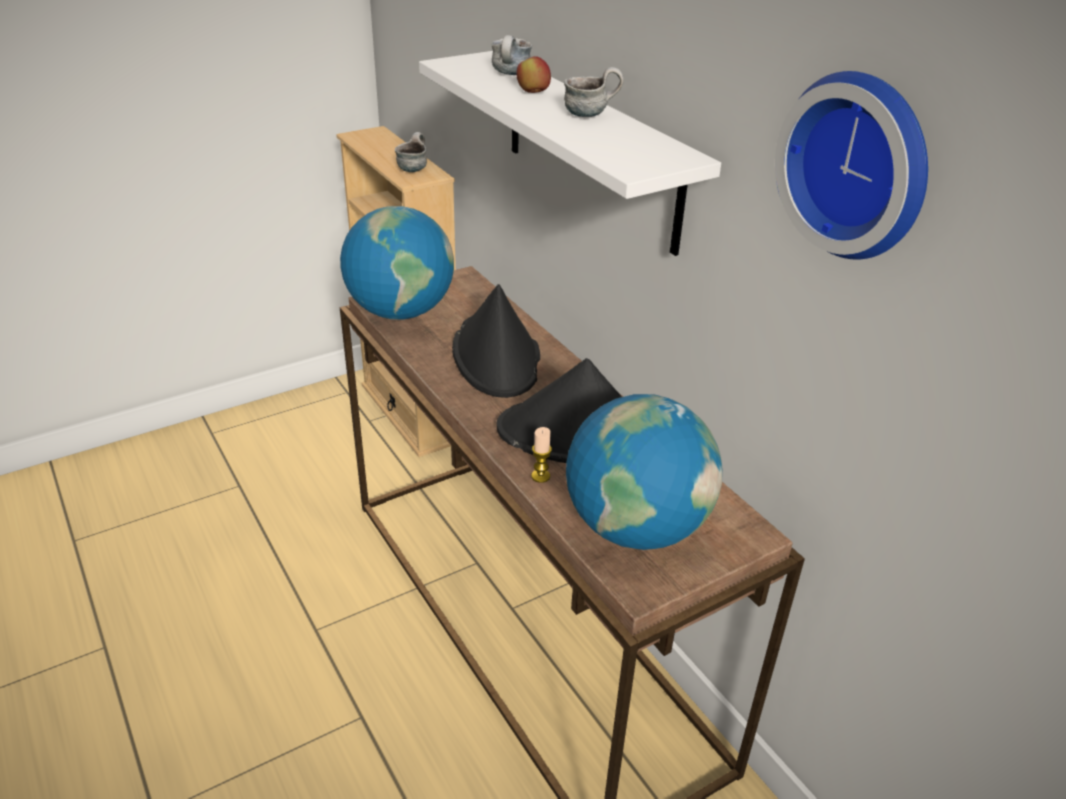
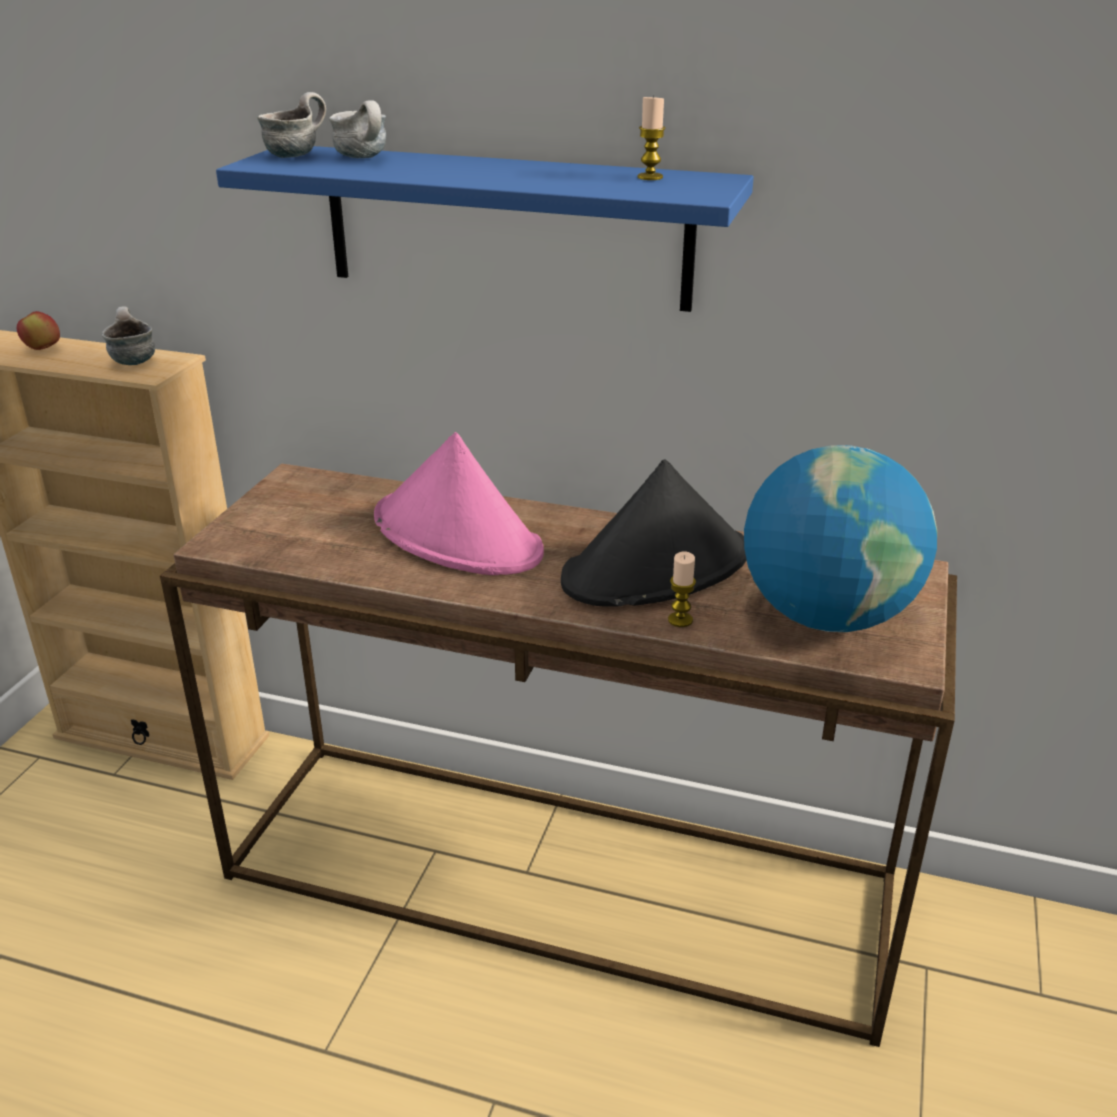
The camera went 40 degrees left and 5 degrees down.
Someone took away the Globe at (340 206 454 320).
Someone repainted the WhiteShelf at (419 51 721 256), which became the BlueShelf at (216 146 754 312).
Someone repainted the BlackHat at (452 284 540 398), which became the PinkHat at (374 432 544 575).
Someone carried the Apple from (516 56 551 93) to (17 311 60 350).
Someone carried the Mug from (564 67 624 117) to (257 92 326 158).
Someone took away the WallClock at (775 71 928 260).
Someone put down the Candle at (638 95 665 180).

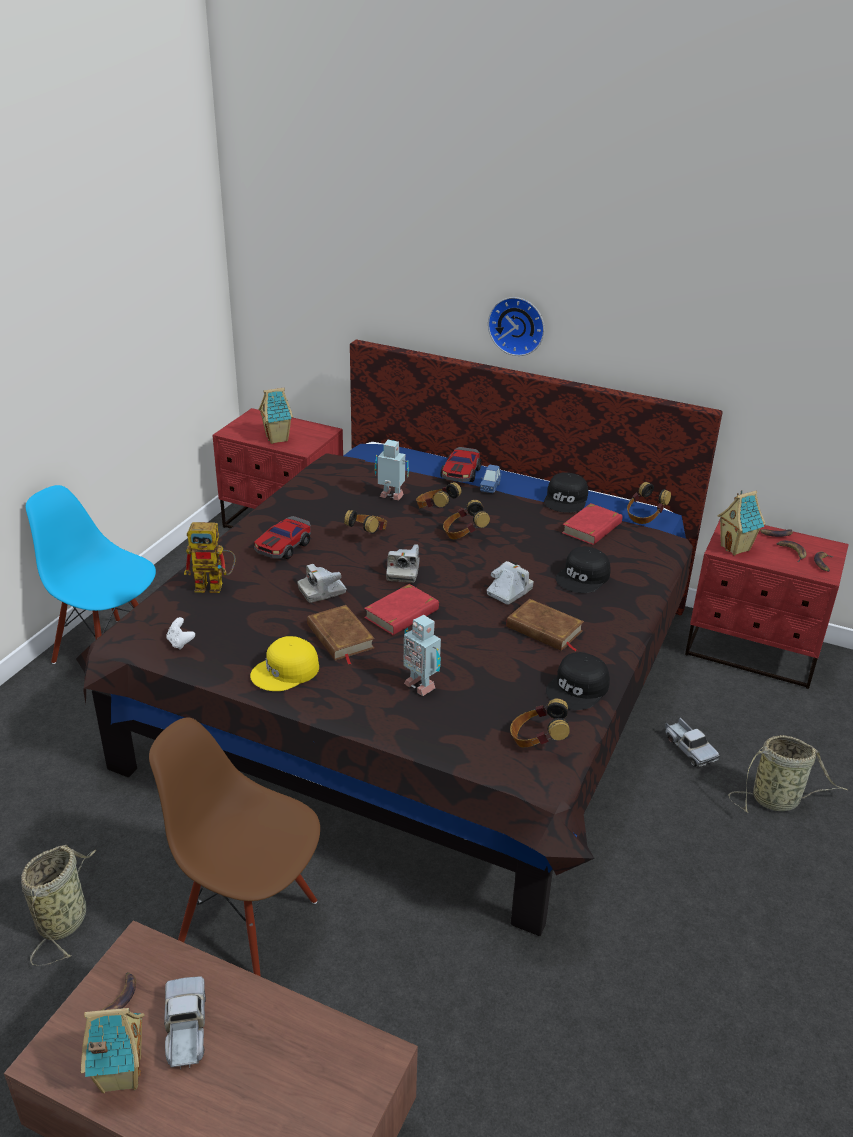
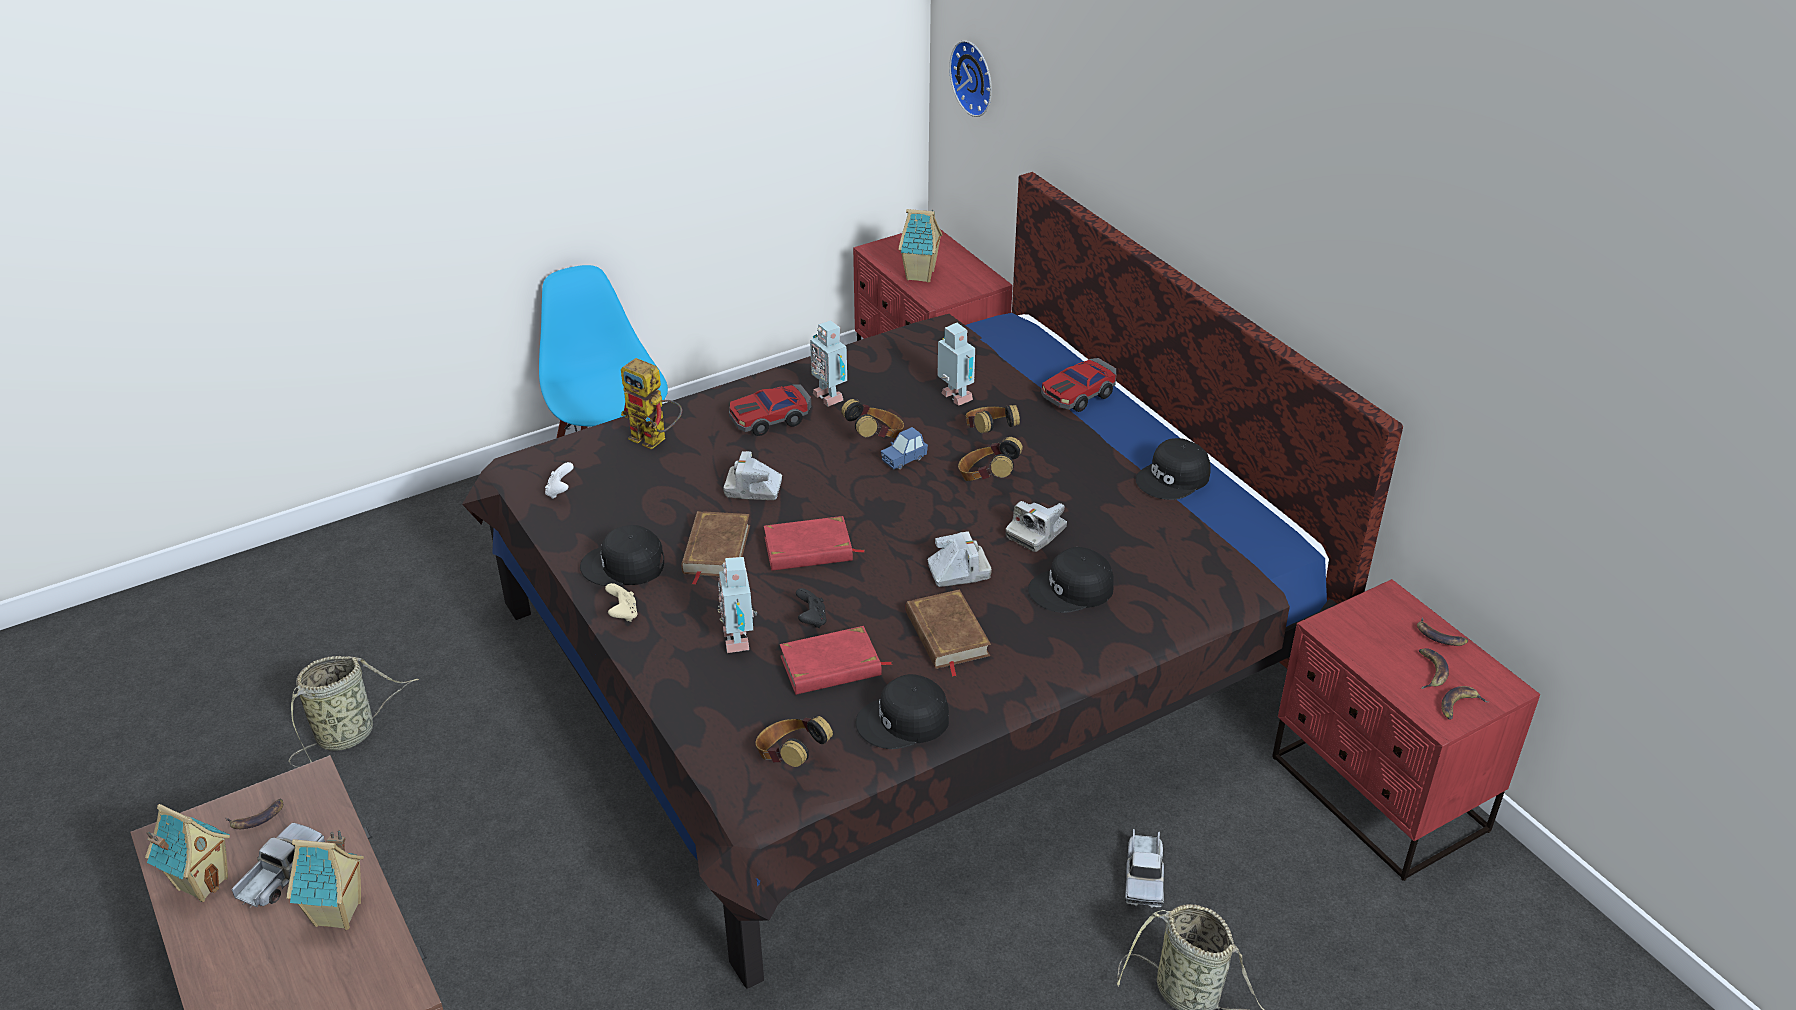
The camera went 35 degrees right and 5 degrees up.
Someone took away the BrownChair at (149 717 320 977).
Someone repainted the YellowCap at (250 636 319 691), which became the BlackCap at (580 525 664 586).
Someone carried the PhotoCamera from (386 544 420 583) to (1006 501 1067 552).
Someone carried the BlueToyCar from (480 464 501 493) to (881 427 928 469).
Someone carried the WallClock from (488 297 545 356) to (949 40 992 117).
Someone carried the RedBook from (562 503 622 545) to (780 626 893 695).
Someone took away the Headphones at (627 482 671 524).
Someone carried the ToyHouse from (717 490 765 555) to (287 830 364 930).
Someone put down the BeigeGameController at (605 583 638 622).
Someone put down the BlackGameController at (796 588 827 628).
Someone put down the ToyRobot at (810 320 847 407).

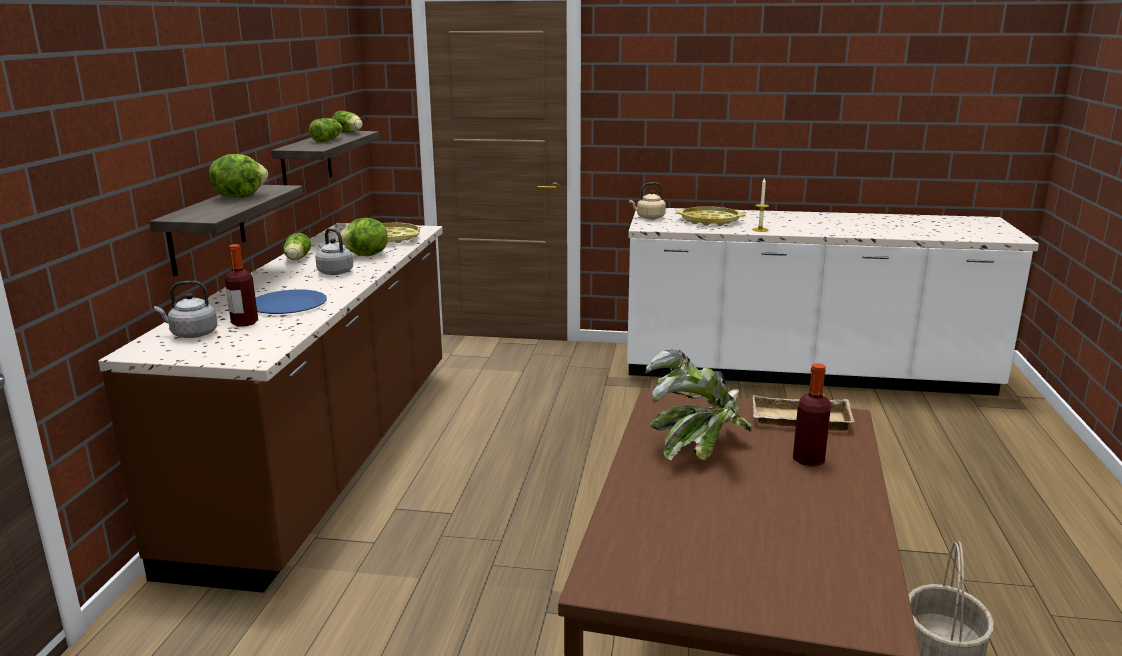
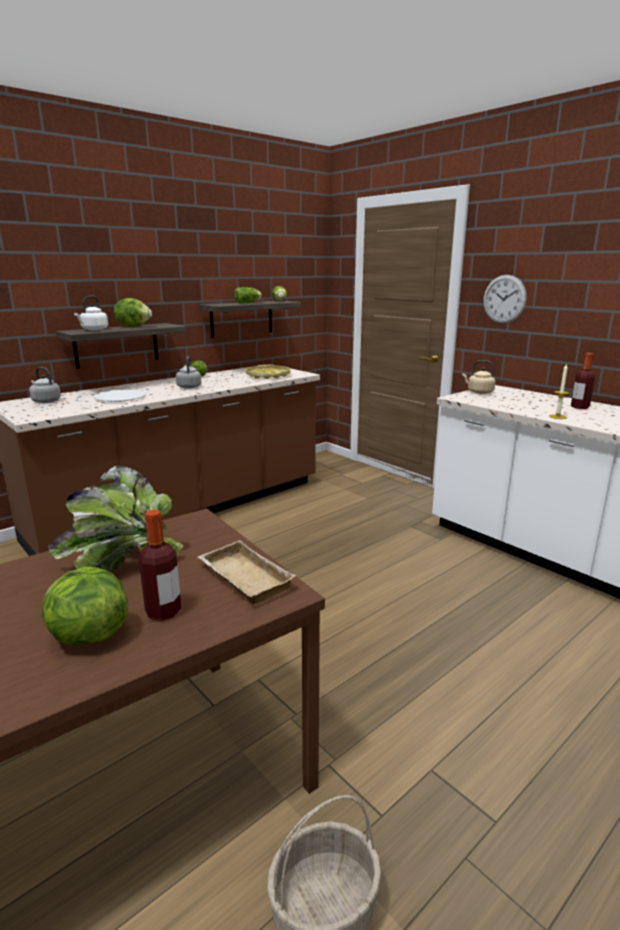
The camera went 40 degrees right and 0 degrees up.
Someone carried the Bottle from (225 244 258 326) to (571 353 595 409).
Someone repainted the BluePlate at (256 289 327 314), which became the WhitePlate at (94 390 146 402).
Someone carried the Lettuce from (338 218 388 256) to (42 567 128 645).
Someone took away the YellowTray at (676 206 745 226).
Someone put down the WhiteKettle at (74 296 108 330).
Someone put up the WallClock at (483 275 527 324).

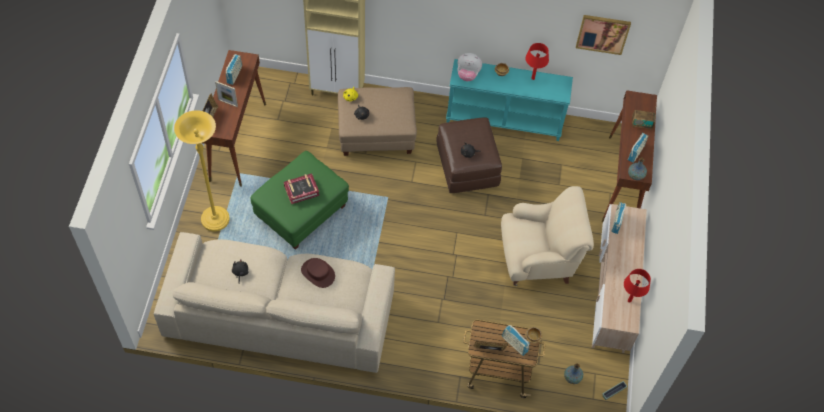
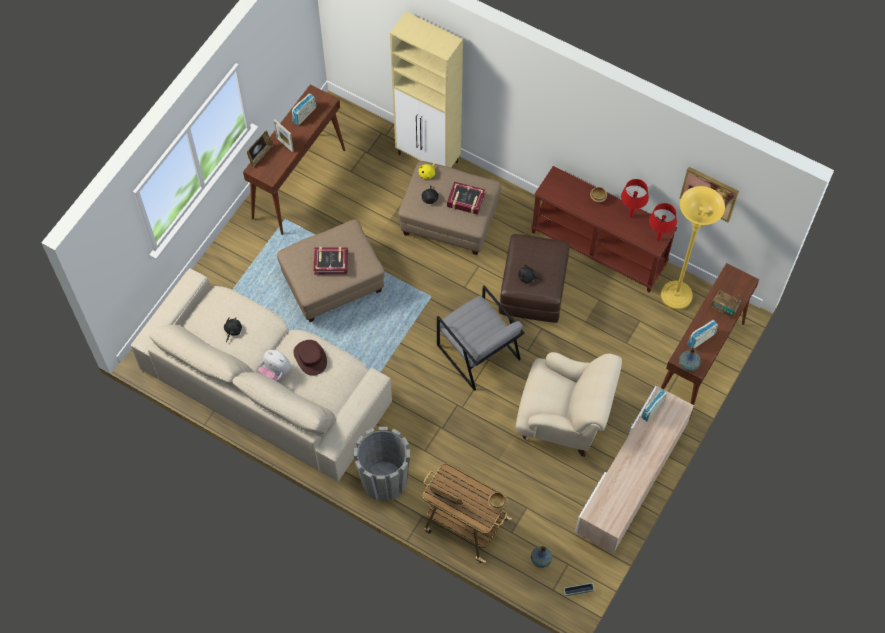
The camera went 25 degrees right and 5 degrees up.
Someone carried the YellowFloorLamp from (174 110 230 231) to (661 186 725 310).
Someone repainted the GreenOttoman at (250 151 349 250), which became the BeigeOttoman at (277 219 385 322).
Someone repainted the TurquoiseConsoleTable at (446 59 573 141), which became the BrownConsoleTable at (531 166 677 293).
Someone carried the PlushToy from (457 53 482 81) to (258 350 291 381).
Someone took away the Radio at (502 325 529 356).
Someone carried the RedTableLamp from (624 269 651 303) to (649 203 677 241).
Someone put down the GreyPlanter at (354 427 410 502).
Someone put down the GreyArmchair at (437 285 525 391).
Someone put down the Book at (447 182 485 215).

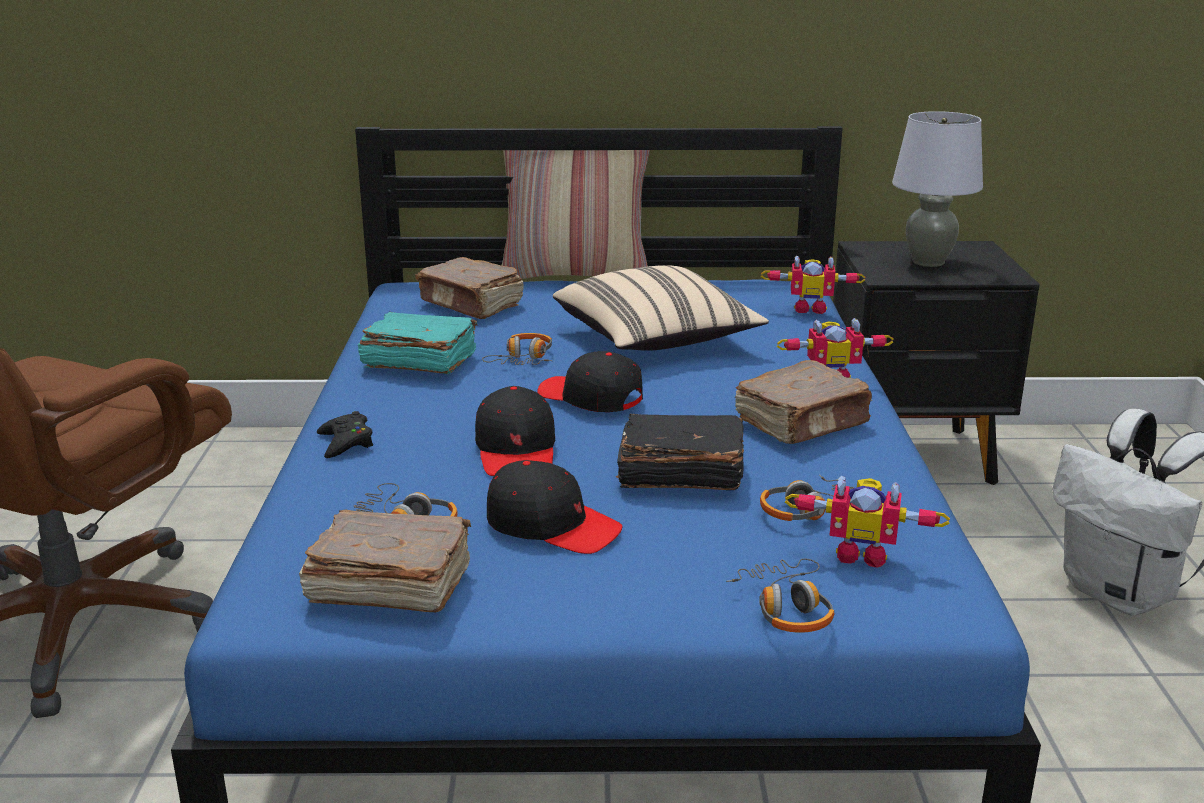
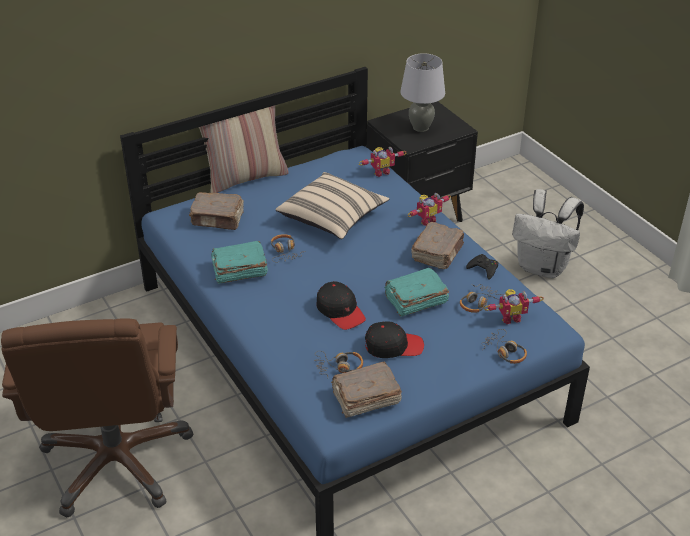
The camera went 30 degrees left and 15 degrees up.
Someone carried the BlackGameController from (317 411 373 458) to (466 254 498 280).
Someone took away the BlackCap at (537 351 643 412).
Someone repainted the BlackBook at (616 414 744 490), which became the TurquoiseBook at (384 268 449 317).

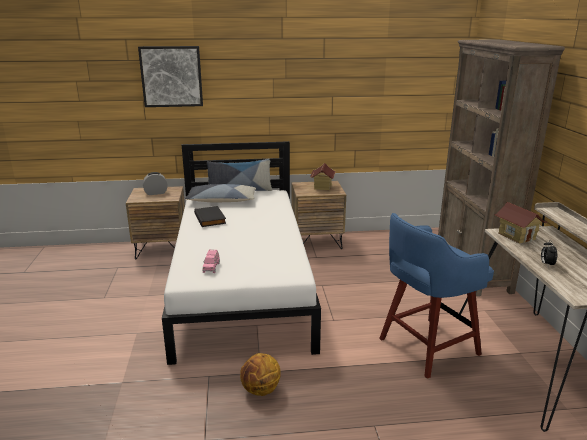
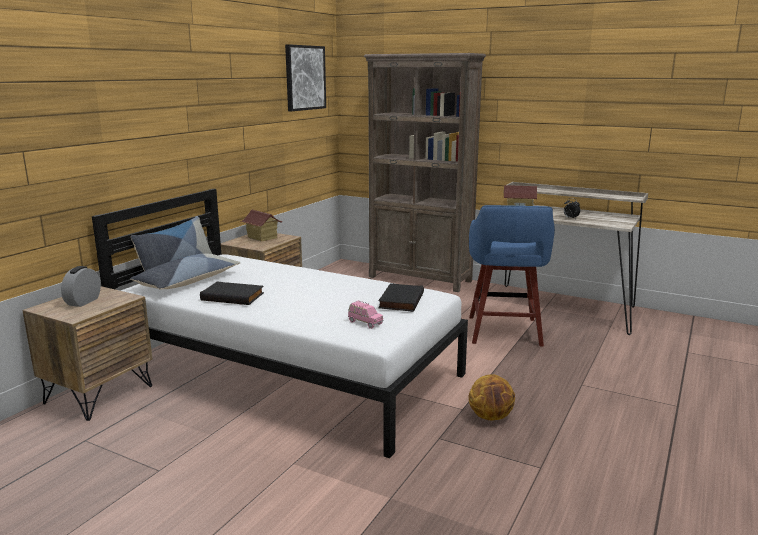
The camera went 55 degrees left and 5 degrees down.
Someone carried the Picture from (138 46 203 107) to (285 44 326 111).
Someone put down the BlackBook at (378 283 424 312).

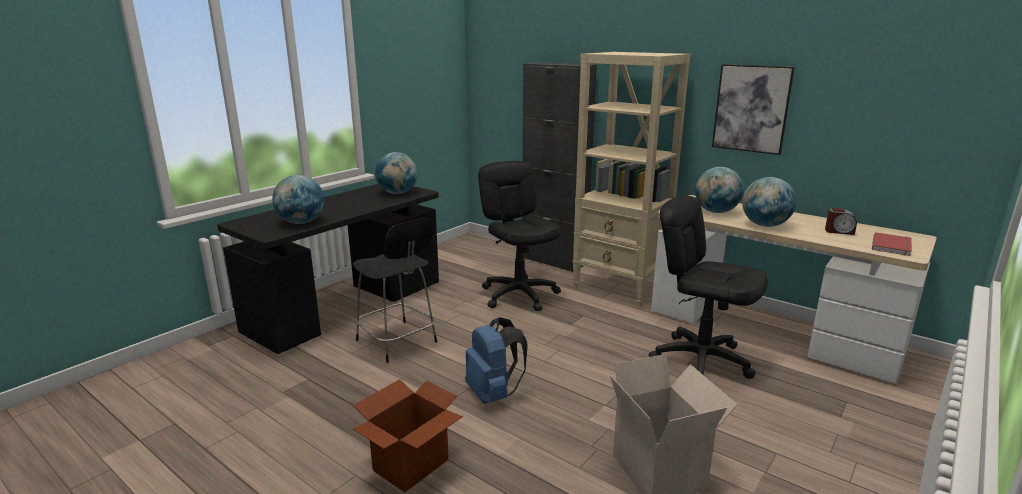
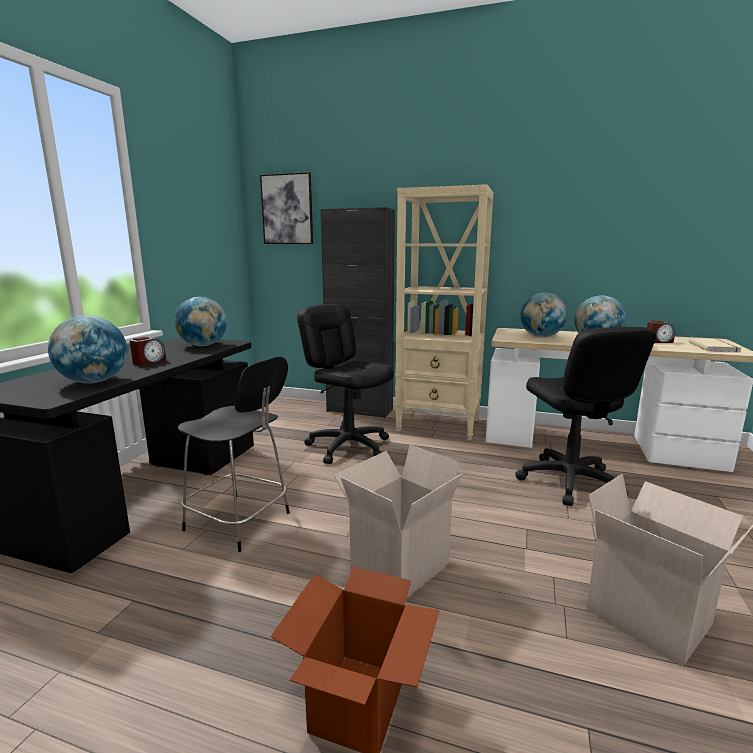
The camera went 20 degrees left and 5 degrees down.
Someone swapped the BlueBackpack at (465 317 528 404) for the CardboardBox at (334 445 463 597).
Someone rotated the BlackOfficeChair at (649 196 768 379) by 120 degrees counterclockwise.
Someone carried the Picture from (712 64 795 155) to (260 172 313 244).
Someone repainted the RedBook at (872 232 912 256), which became the BeigeBook at (689 339 742 352).
Someone put down the AlarmClock at (130 337 166 366).

